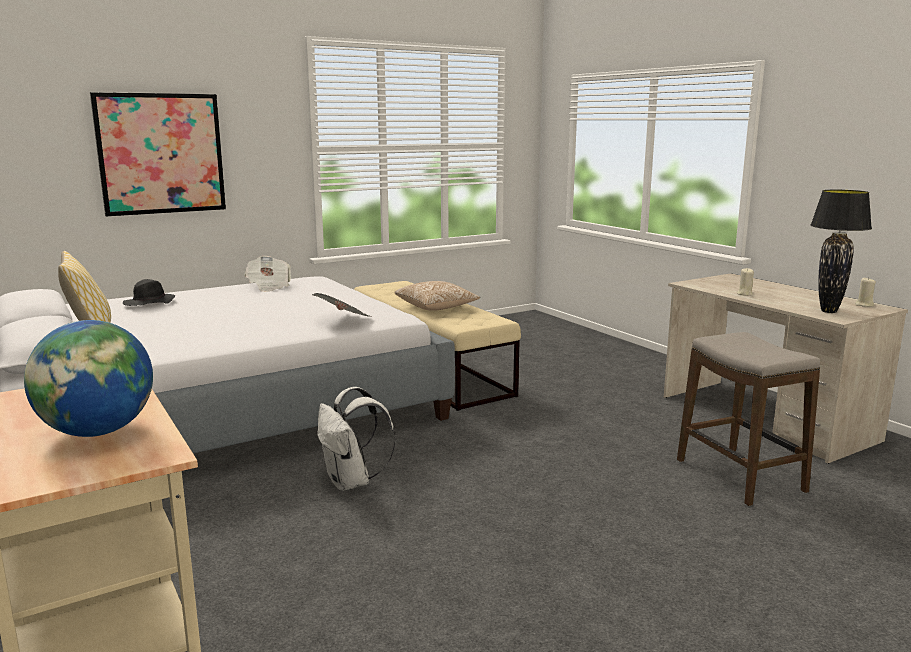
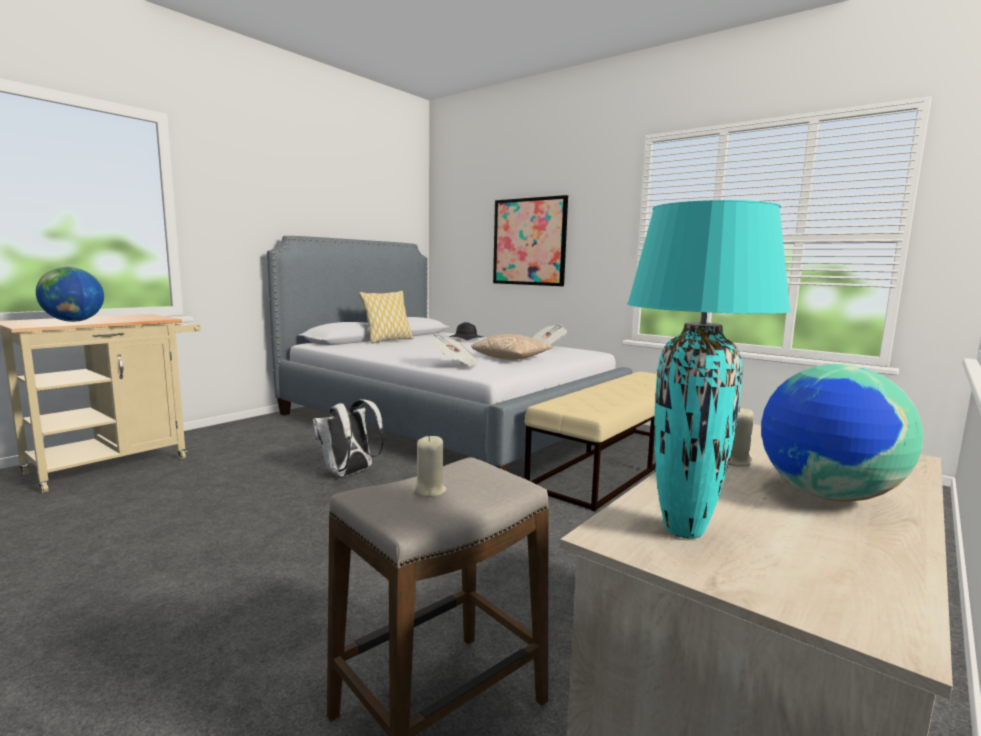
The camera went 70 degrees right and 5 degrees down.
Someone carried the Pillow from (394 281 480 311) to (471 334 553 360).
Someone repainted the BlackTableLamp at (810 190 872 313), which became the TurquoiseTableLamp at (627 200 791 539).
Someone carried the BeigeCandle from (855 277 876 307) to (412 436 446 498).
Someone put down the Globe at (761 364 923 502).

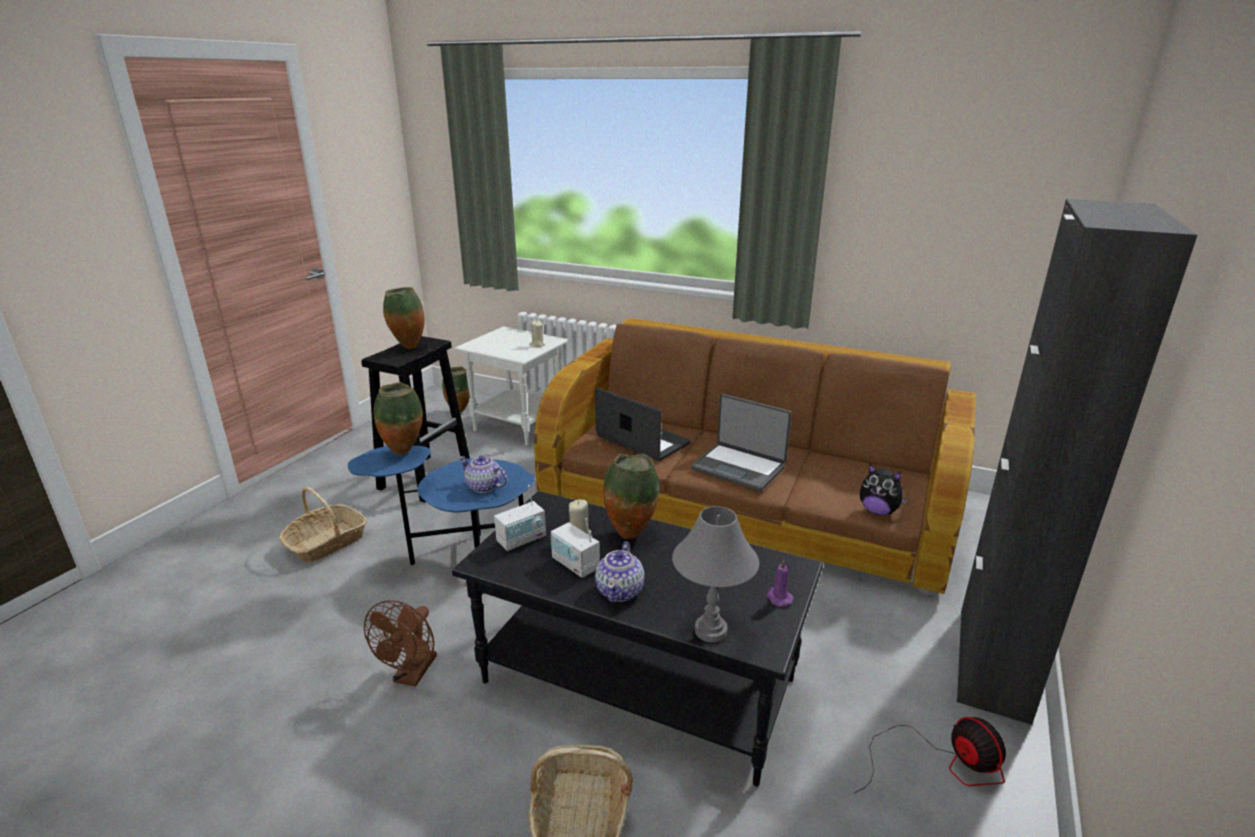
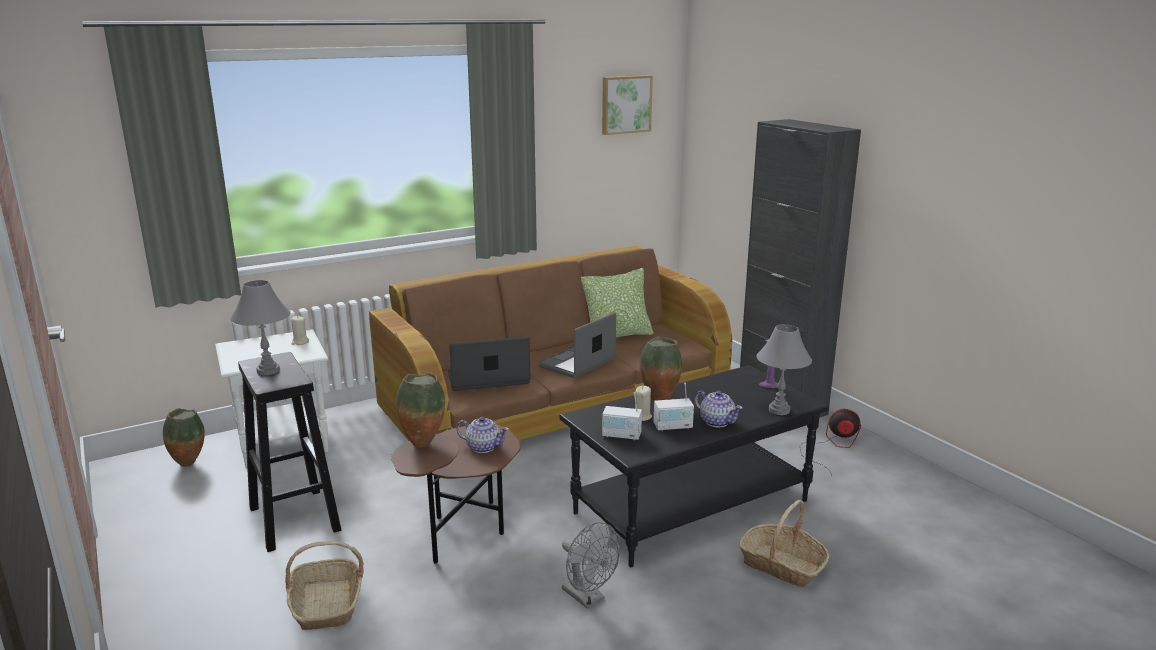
The camera went 55 degrees left and 5 degrees down.
Someone repainted the BlueSideTable at (348 446 535 565), which became the BrownSideTable at (391 425 521 564).
Someone repainted the BrownFan at (364 600 437 687), which became the GreyFan at (562 522 620 609).
Someone swapped the Vase at (383 287 425 349) for the GreyTableLamp at (230 280 290 375).
Someone rotated the Teapot at (458 455 508 493) by 135 degrees counterclockwise.
Someone rotated the Radio at (494 485 546 551) by 105 degrees clockwise.
Someone rotated the Laptop at (691 394 792 491) by 150 degrees clockwise.
Someone took away the PlushToy at (860 464 909 515).
Someone put down the Pillow at (581 268 654 338).
Someone put up the Picture at (602 75 653 135).

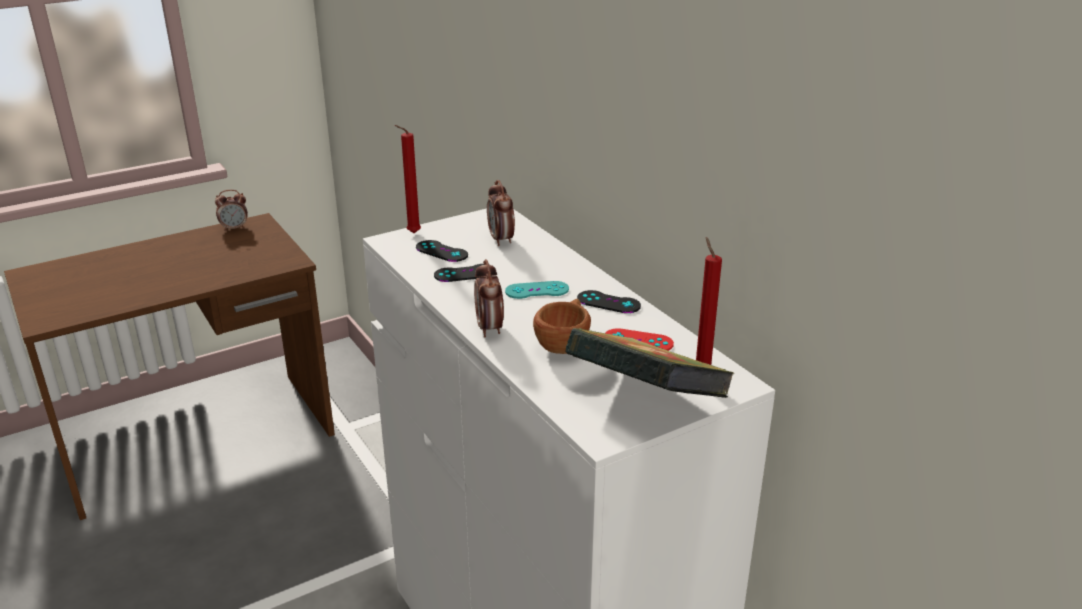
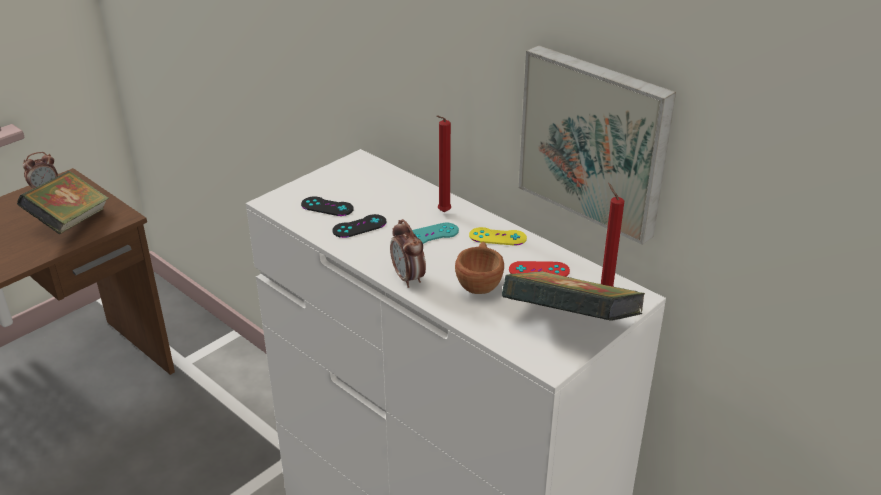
The camera went 15 degrees left and 5 degrees up.
Someone carried the RedCandle from (394 125 421 233) to (436 115 451 212).
Someone took away the AlarmClock at (487 180 515 246).
Someone repainted the BlackGameController at (577 290 641 313), which became the YellowGameController at (469 227 527 245).
Someone put down the Book at (17 171 109 234).
Someone put up the Picture at (519 45 676 245).

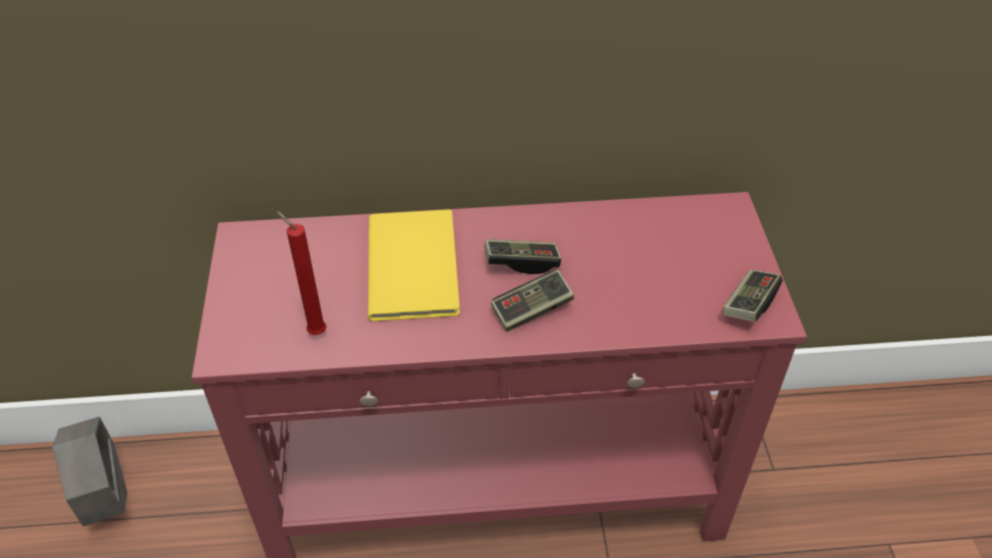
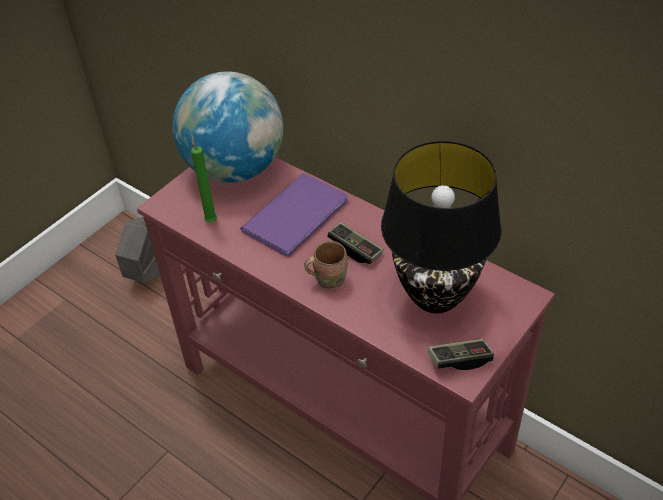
The camera went 45 degrees right and 0 degrees up.
Someone repainted the RedCandle at (277 211 327 335), which became the GreenCandle at (191 134 217 222).
Someone repainted the YellowBook at (368 209 460 321), which became the PurpleBook at (240 173 348 257).
Someone swapped the GameController at (491 270 574 332) for the BrownMug at (304 241 348 290).
Someone put down the Globe at (173 71 284 183).
Someone put down the BlackTableLamp at (381 141 502 313).

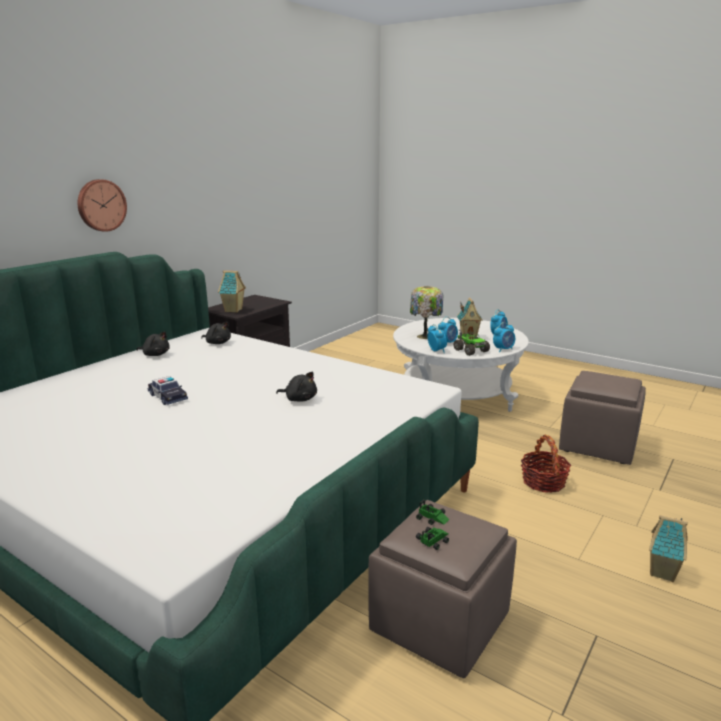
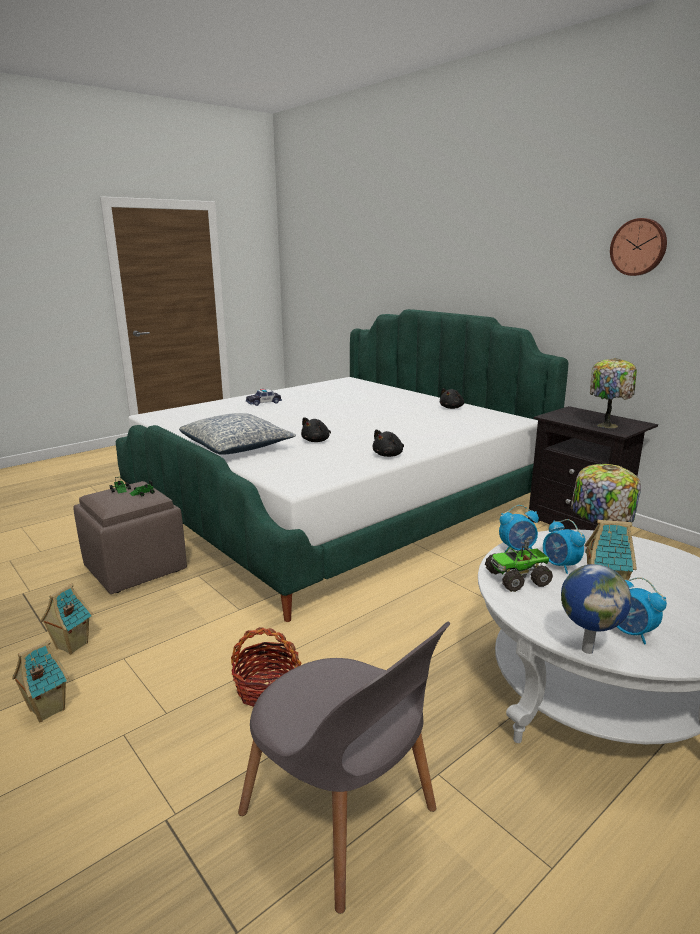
The camera went 105 degrees right and 0 degrees up.
Someone carried the WallClock from (78 179 127 232) to (610 218 667 276).
Someone carried the ToyCar from (148 376 188 405) to (246 389 282 406).
Someone carried the BlackPlushToy from (201 321 231 344) to (372 430 404 457).
Someone carried the ToyHouse from (218 270 246 313) to (40 583 92 655).
Someone took away the AlarmClock at (493 322 515 352).
Someone swapped the BrownOttoman at (559 371 646 465) for the GreyChair at (238 621 450 914).
Someone put down the Pillow at (179 413 296 455).
Someone put down the Globe at (561 564 632 654).
Someone put down the TableLamp at (590 358 637 429).

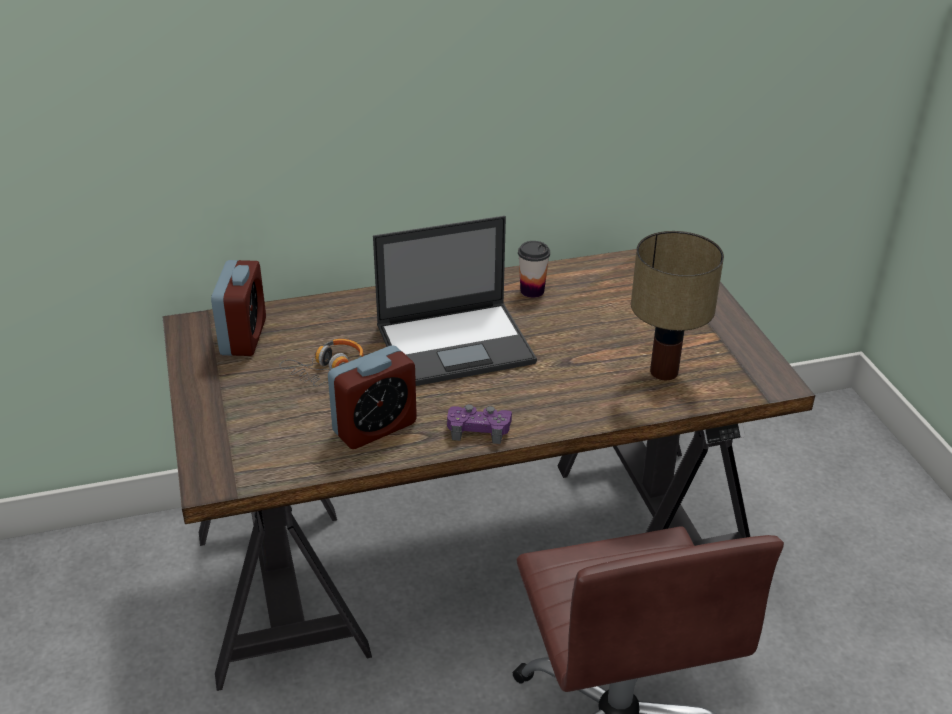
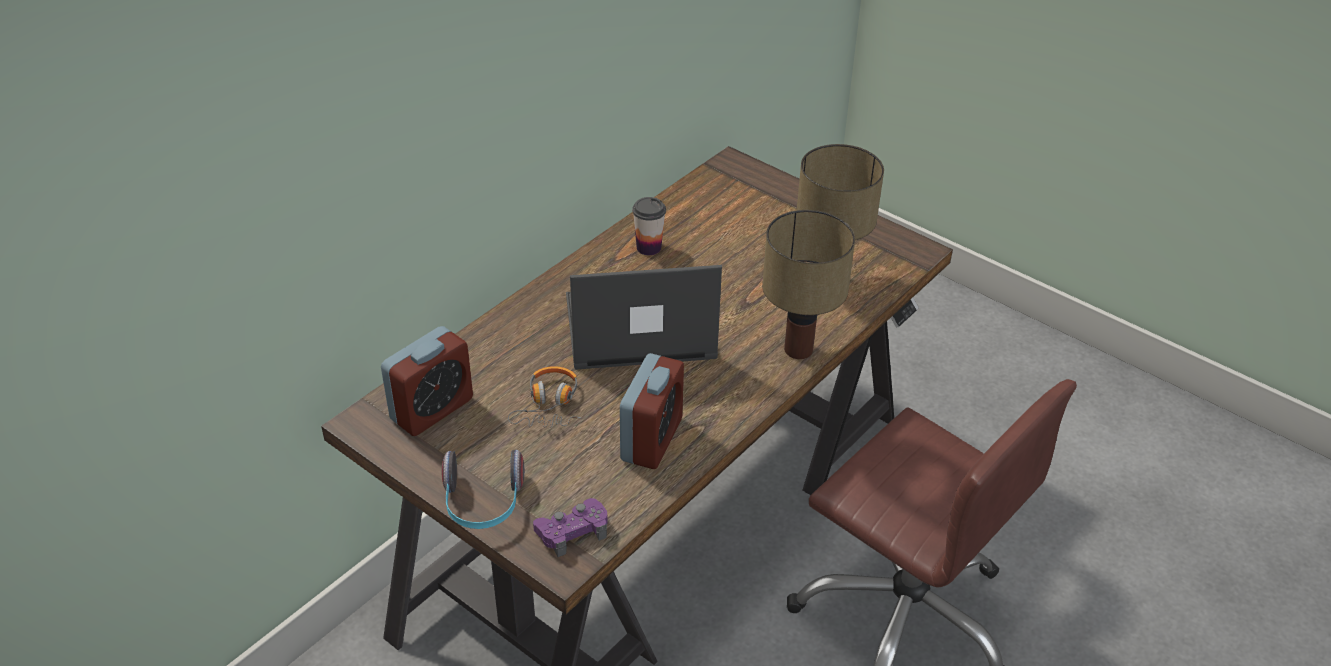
The camera went 35 degrees left and 5 degrees up.
Someone rotated the AlarmClock at (211 260 266 356) by 75 degrees clockwise.
Someone rotated the Laptop at (373 216 537 386) by 135 degrees counterclockwise.
Someone carried the PurpleGameController from (447 404 512 444) to (533 498 608 557).
Someone put down the Headphones at (441 450 525 529).
Someone put down the TableLamp at (762 210 855 359).

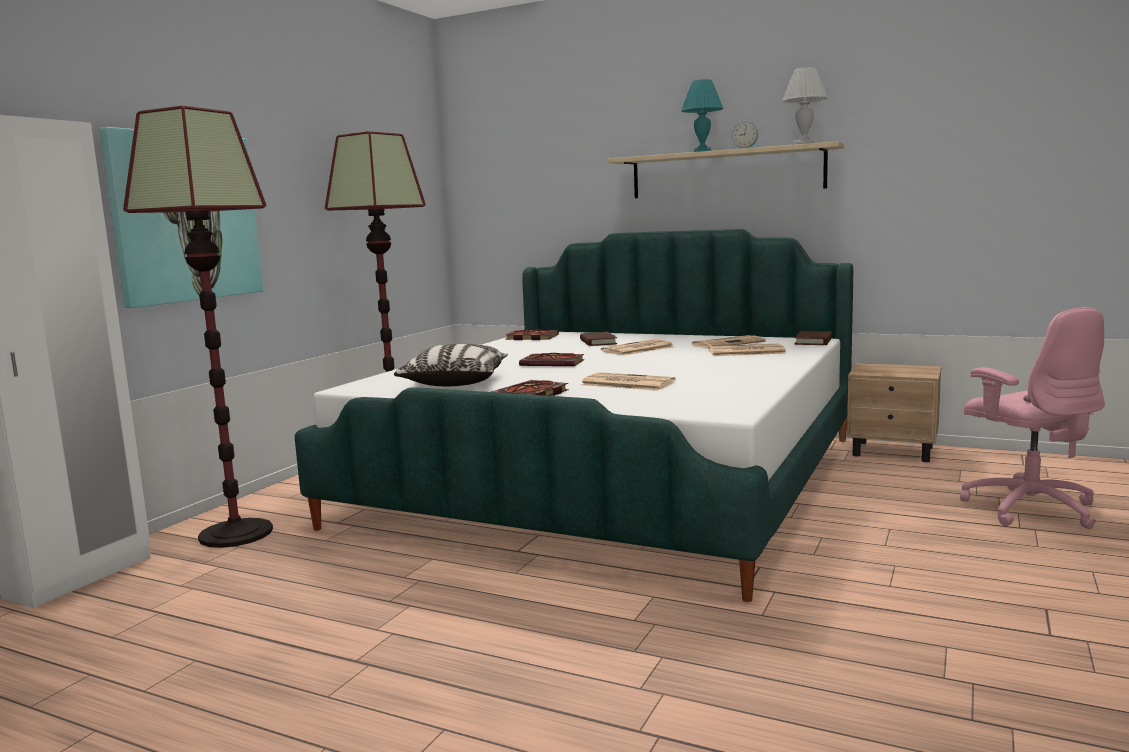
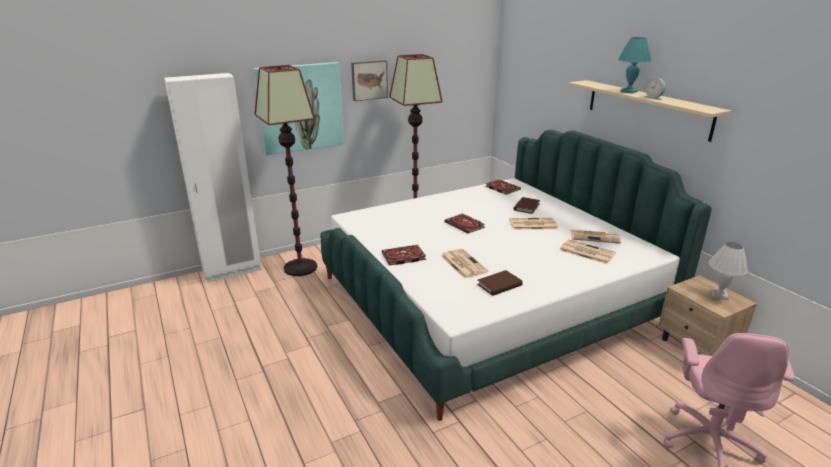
The camera went 35 degrees right and 15 degrees up.
Someone took away the Pillow at (394 344 508 386).
Someone carried the WhiteTableLamp from (782 67 828 145) to (709 242 748 300).
Someone carried the BrownBook from (794 331 833 345) to (477 270 523 296).
Someone put up the Picture at (351 60 388 101).

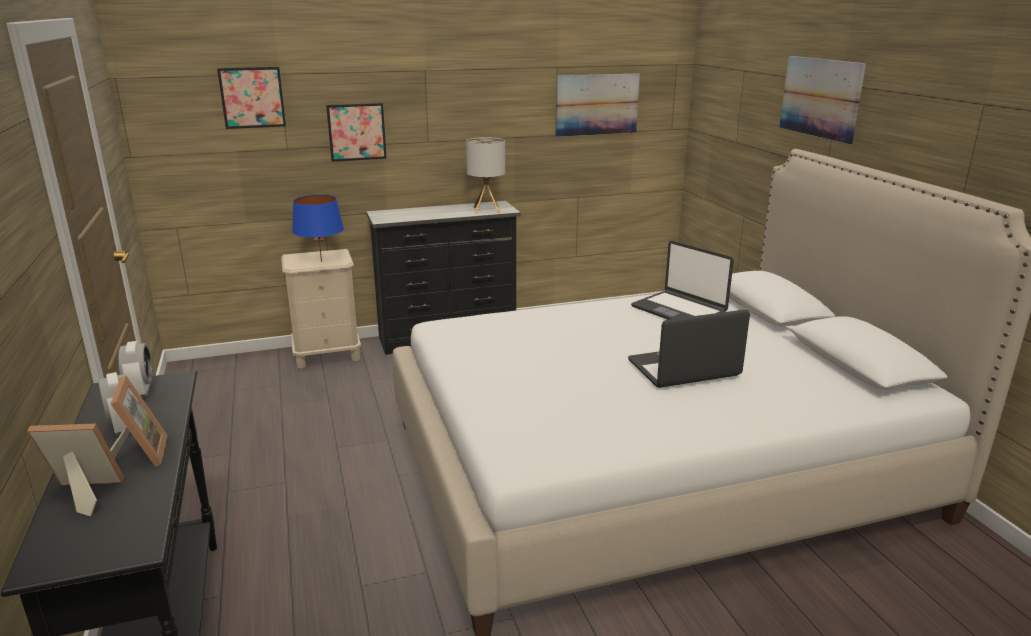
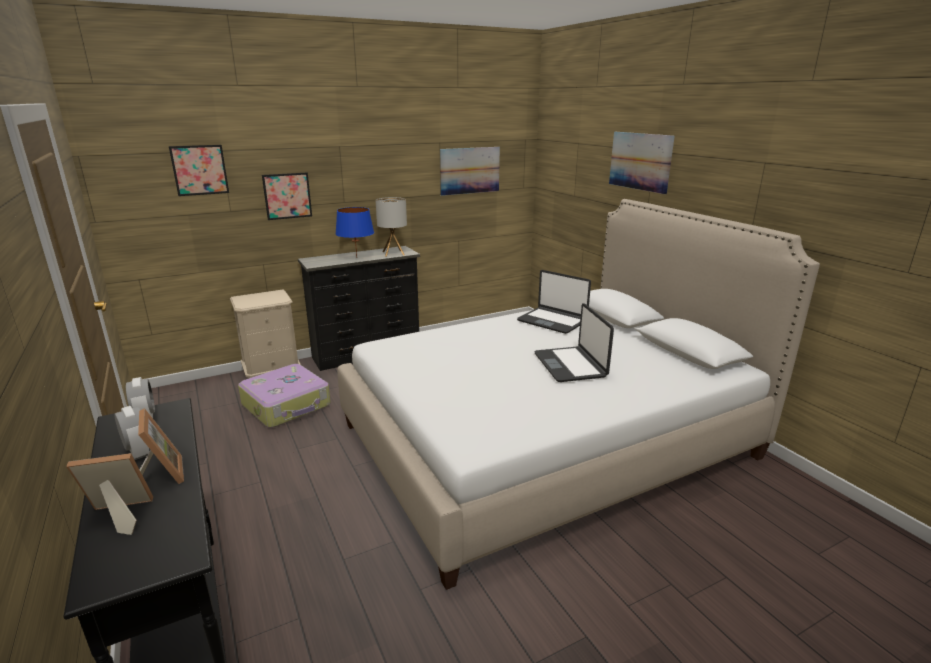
The camera went 10 degrees left and 0 degrees up.
Someone carried the BlueTableLamp from (292 195 344 262) to (335 207 374 257).
Someone rotated the Laptop at (628 309 750 388) by 75 degrees counterclockwise.
Someone put down the Suitcase at (238 364 331 427).

